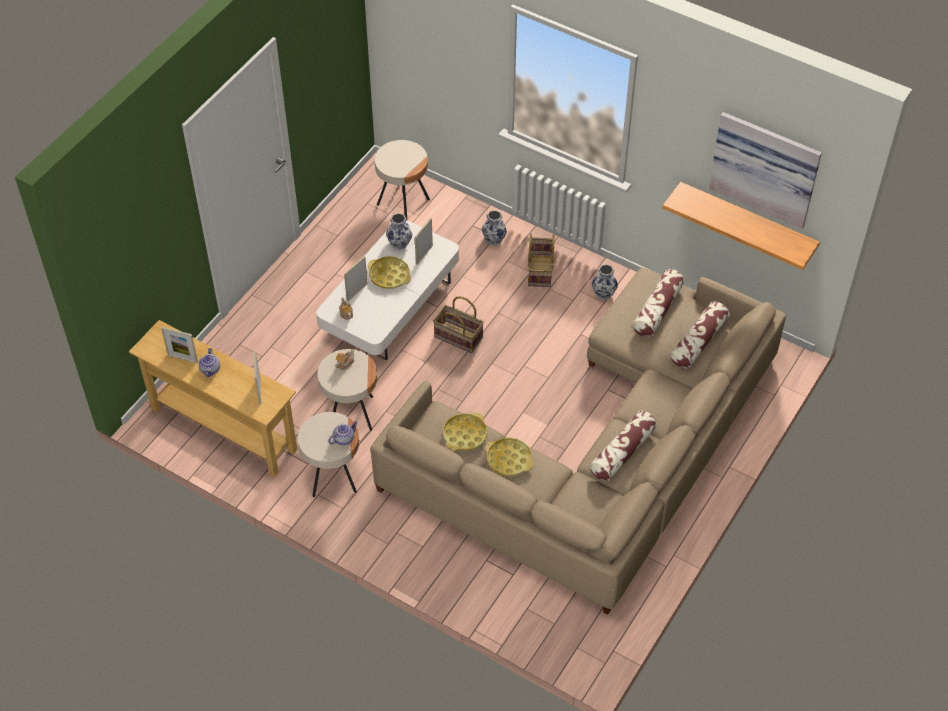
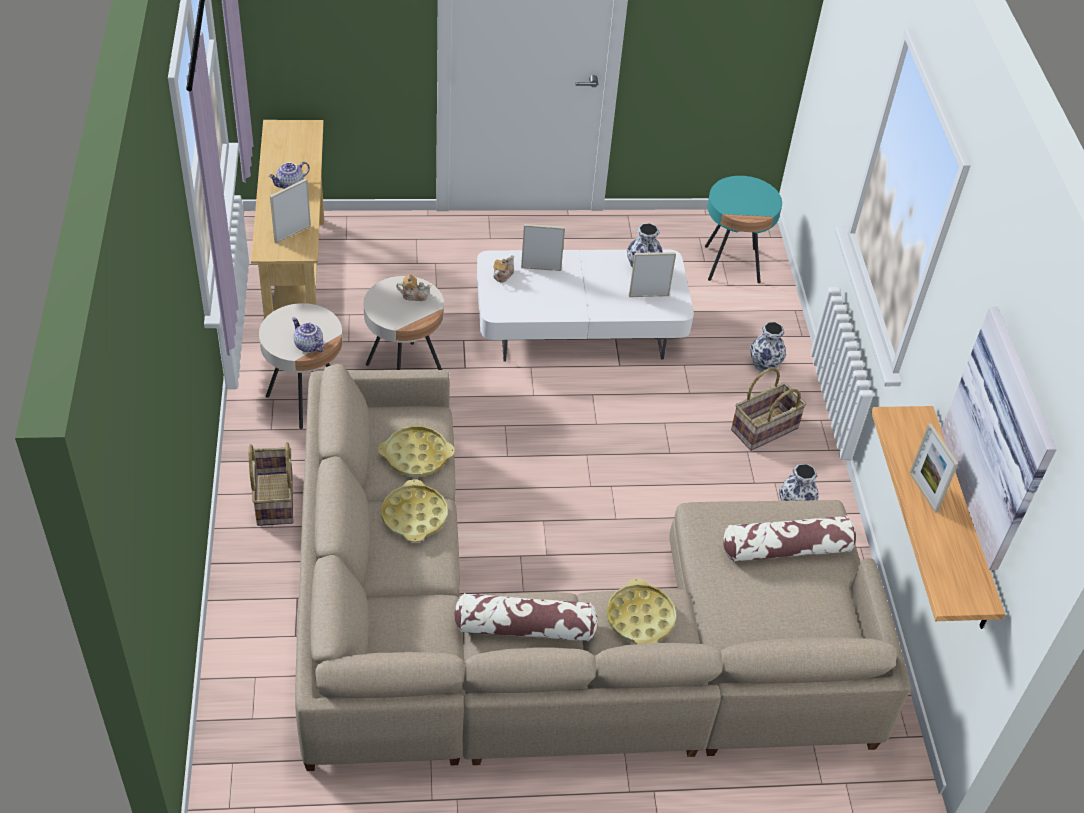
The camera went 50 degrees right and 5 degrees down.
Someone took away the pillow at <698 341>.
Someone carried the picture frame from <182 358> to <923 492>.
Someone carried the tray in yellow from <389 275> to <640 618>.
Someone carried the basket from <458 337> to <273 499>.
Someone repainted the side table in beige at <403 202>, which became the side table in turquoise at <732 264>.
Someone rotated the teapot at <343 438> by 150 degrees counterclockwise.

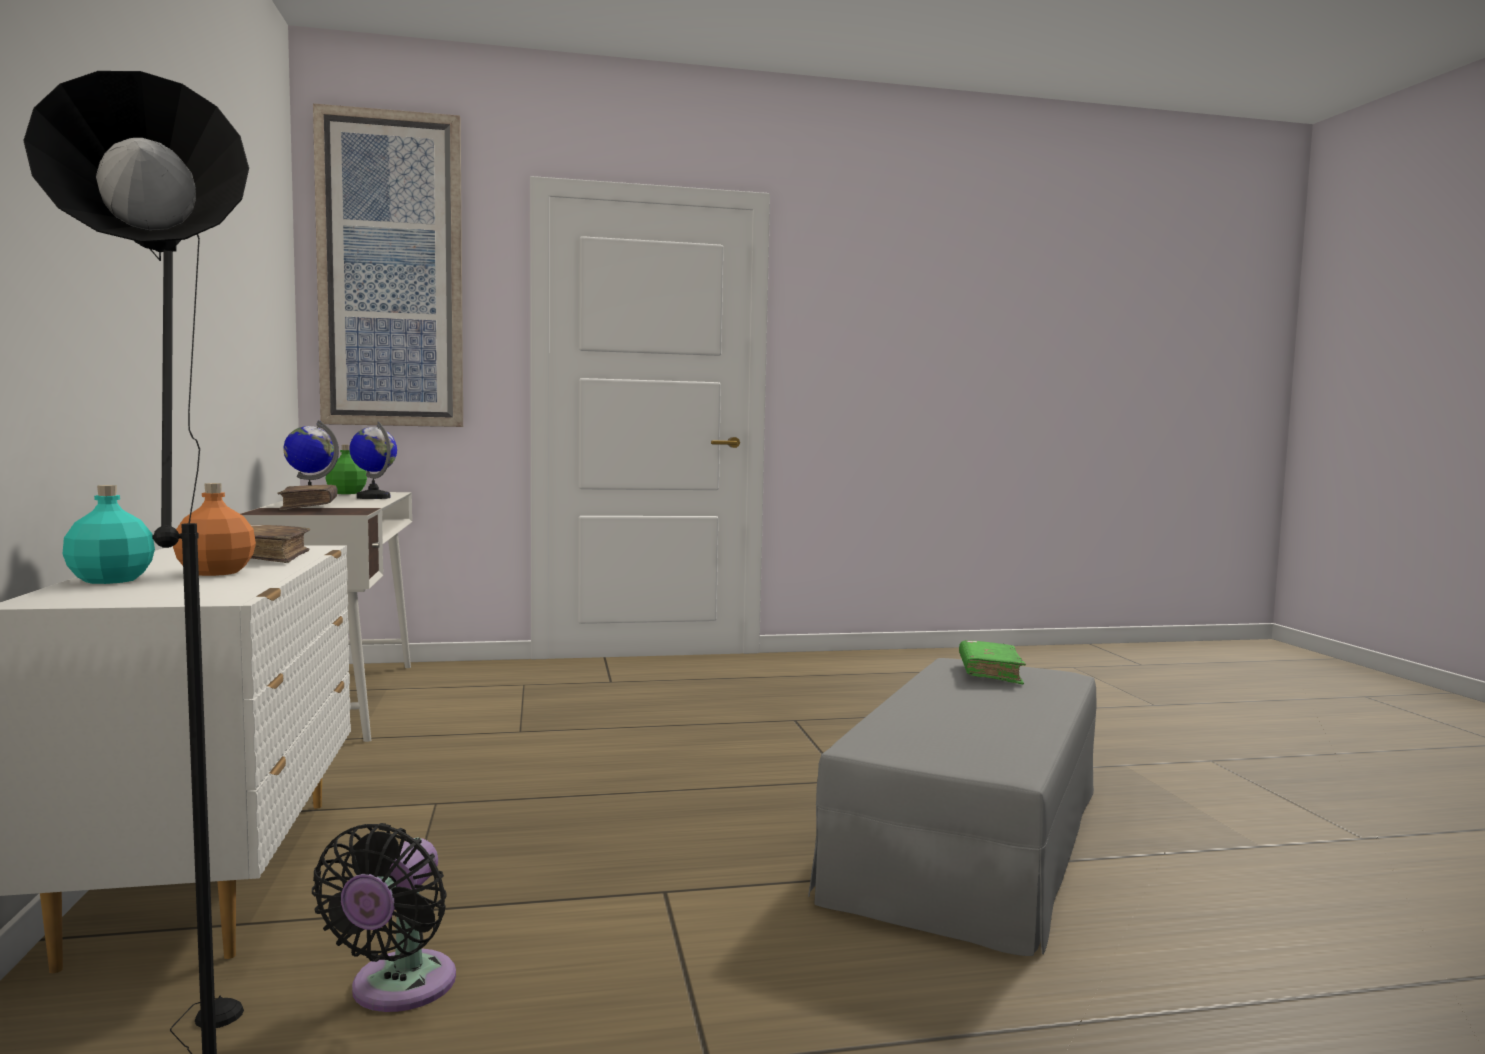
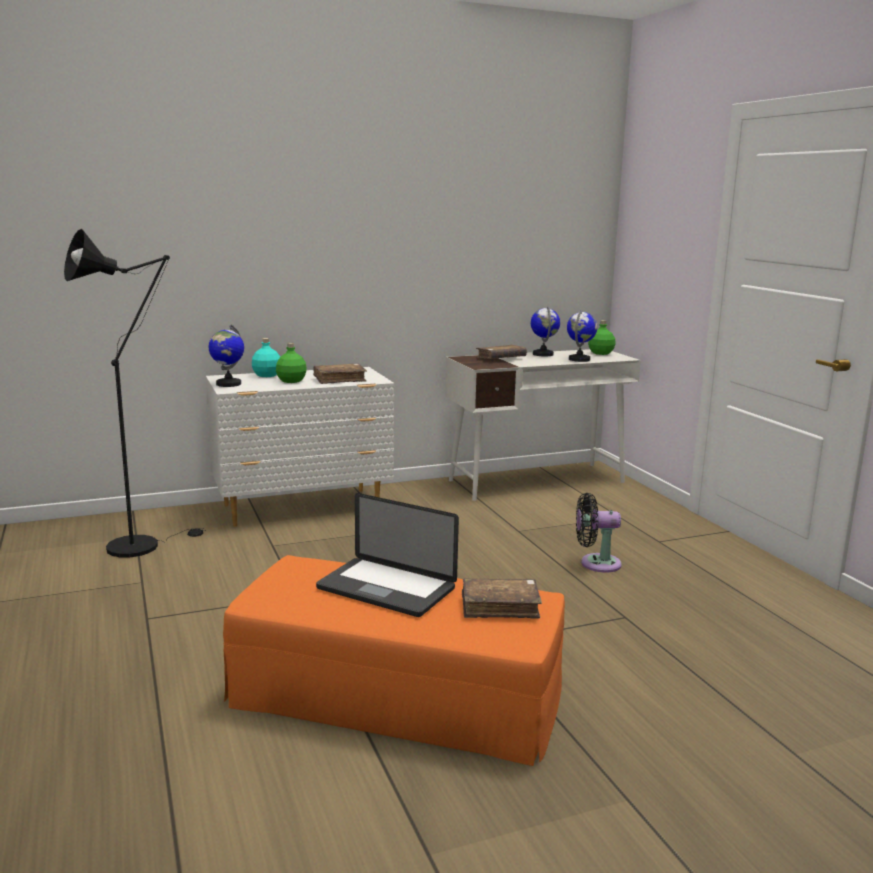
The camera went 80 degrees right and 10 degrees up.
Someone took away the picture at <391 271>.
Someone put down the globe at <228 384>.
Someone put down the laptop at <386 589>.
Someone carried the fan in black from <397 989> to <596 563>.
Someone repainted the bottle in orange at <215 572>, which became the bottle in green at <291 381>.
Someone repainted the ottoman in grey at <970 837>, which became the ottoman in orange at <398 692>.
Someone repainted the book in green at <990 673>, which became the book in brown at <500 607>.

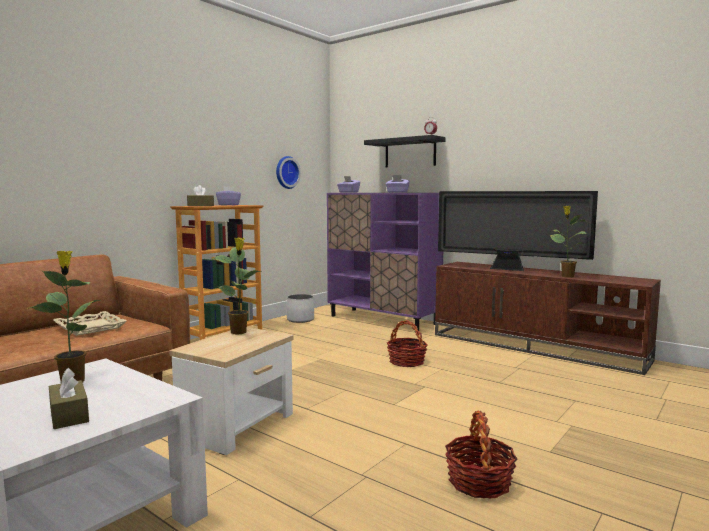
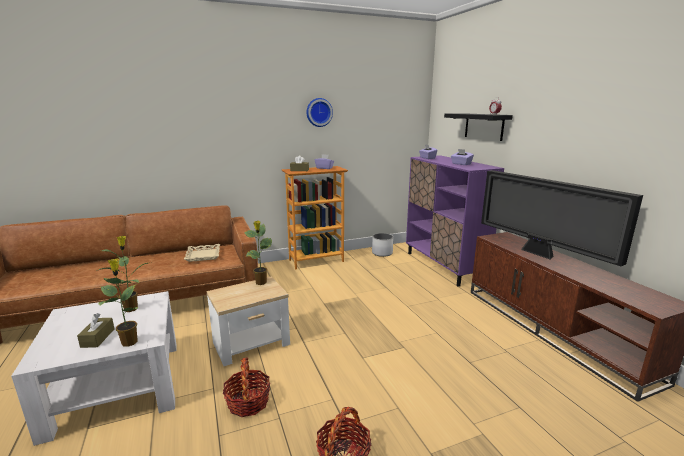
The camera went 30 degrees right and 10 degrees up.
Someone carried the wall clock from <286 172> to <319 112>.
Someone carried the basket from <406 362> to <248 402>.
Someone carried the potted plant from <566 276> to <129 341>.

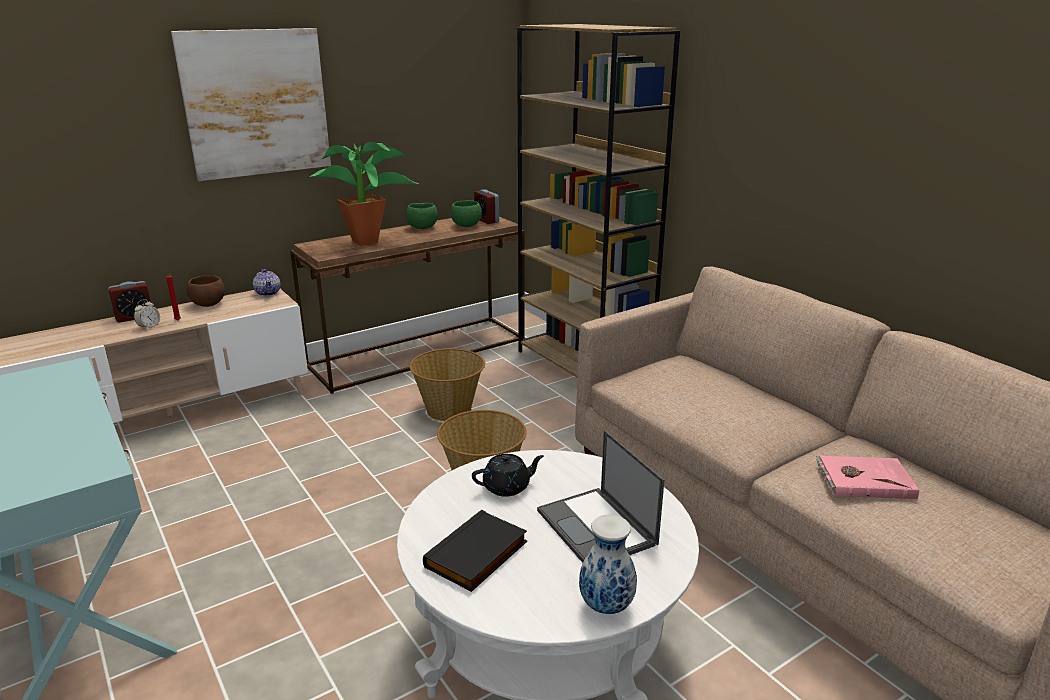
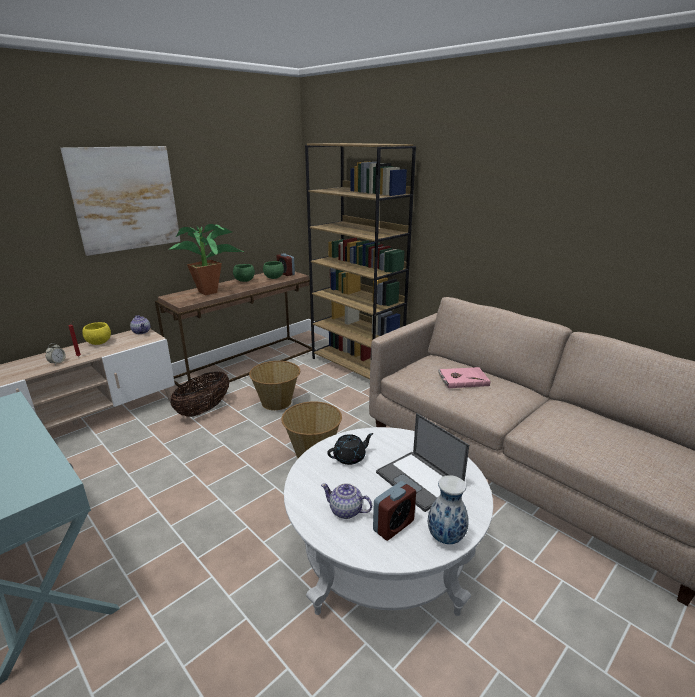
The camera went 10 degrees left and 0 degrees up.
Someone put down the basket at <204 410>.
Someone carried the alarm clock from <134 317> to <393 526>.
Someone carried the book in pink from <864 480> to <463 379>.
Someone swapped the book in black at <478 555> for the teapot at <346 511>.
Someone repainted the bowl in brown at <209 304>, which became the bowl in yellow at <99 343>.

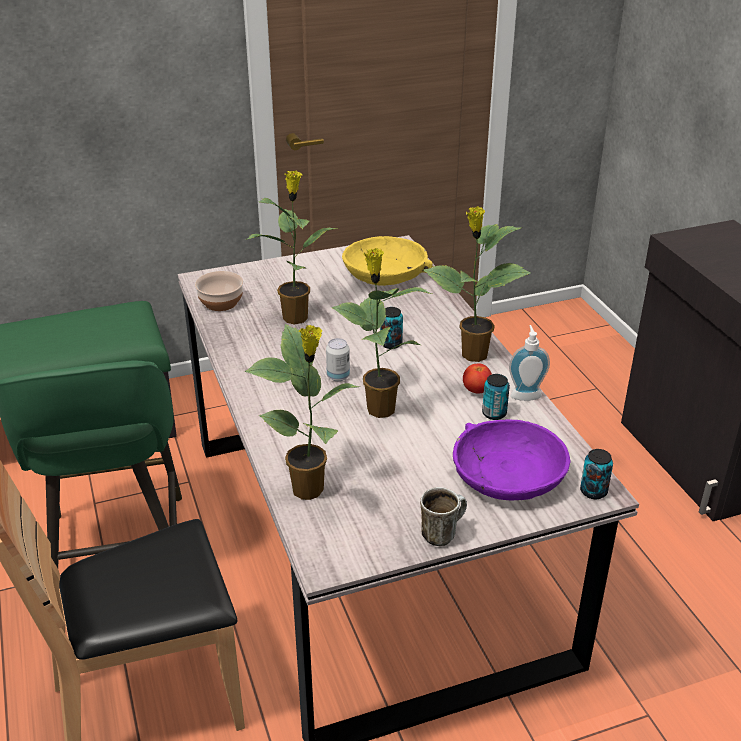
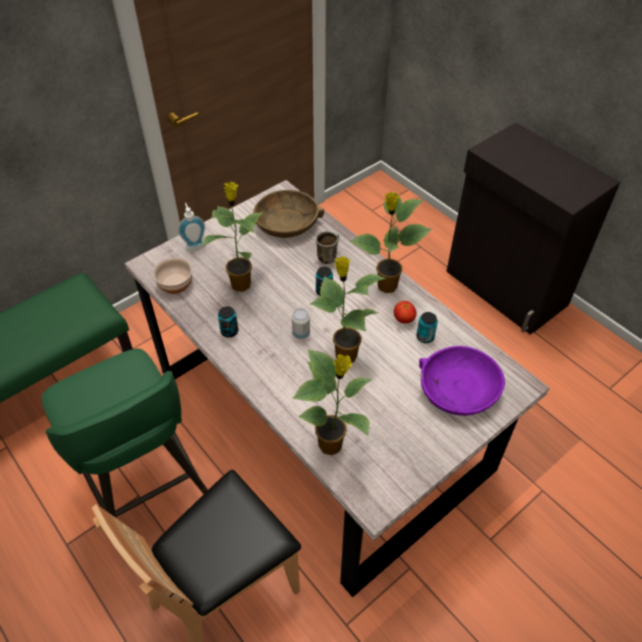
The camera went 20 degrees left and 15 degrees up.
Someone carried the mug from <442 533> to <328 256>.
Someone carried the soap dispenser from <525 394> to <194 245>.
Someone carried the can from <593 491> to <229 331>.
Someone repainted the bowl in yellow at <385 273>, which became the bowl in brown at <287 222>.

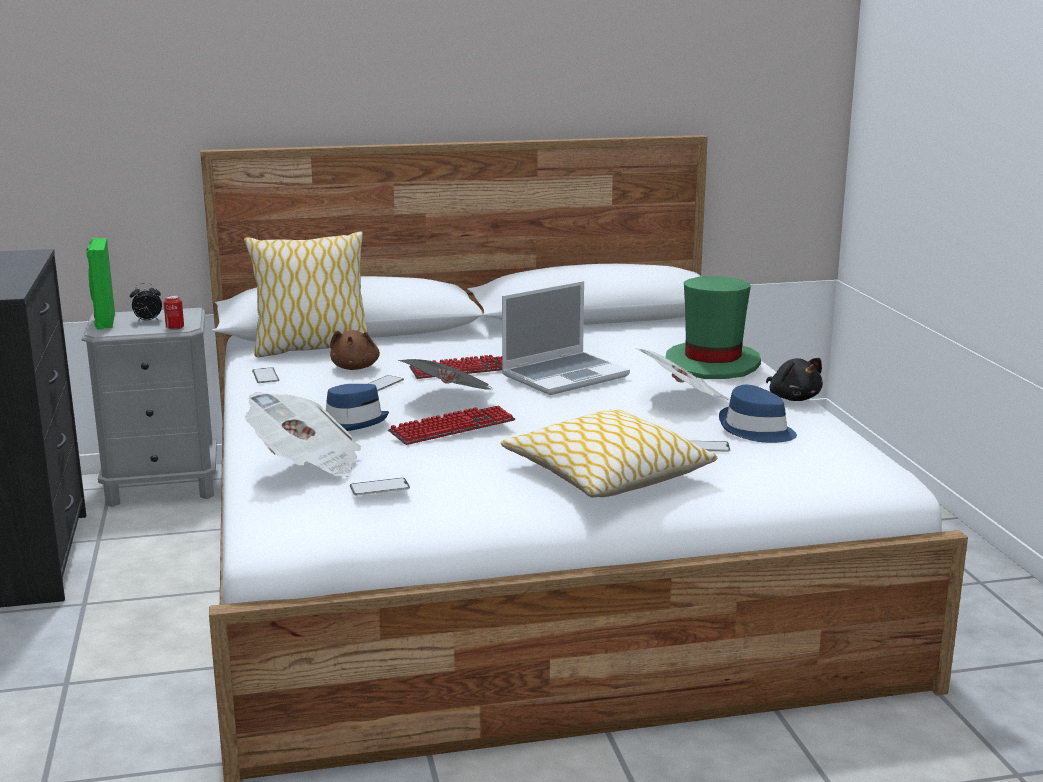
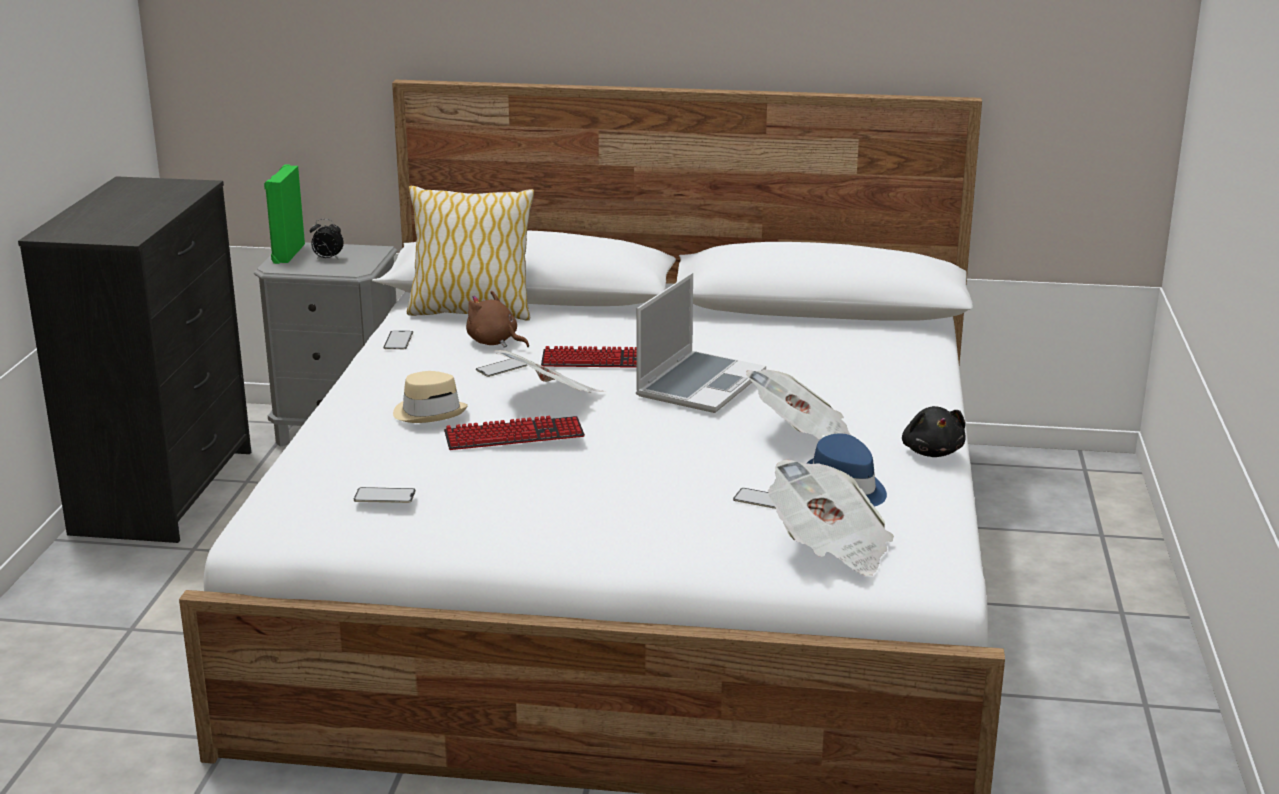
The camera went 20 degrees right and 5 degrees up.
Someone took away the can at <175 328>.
Someone took away the pillow at <606 475>.
Someone took away the hat in green at <712 364>.
Someone carried the newspaper from <307 463> to <830 547>.
Someone repainted the hat in blue at <352 422>, which became the hat in beige at <429 412>.
Someone rotated the plush toy in brown at <355 367> by 105 degrees clockwise.
Someone rotated the laptop at <565 375> by 45 degrees counterclockwise.

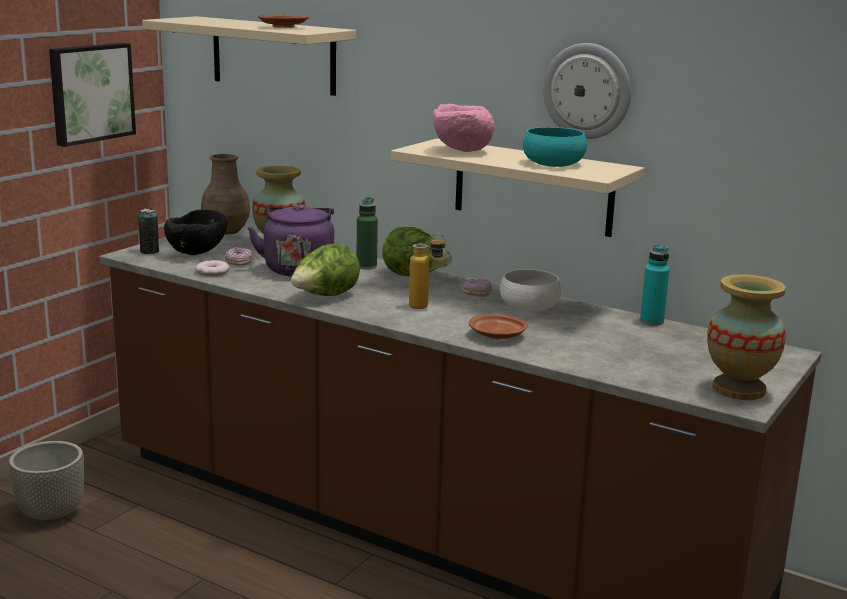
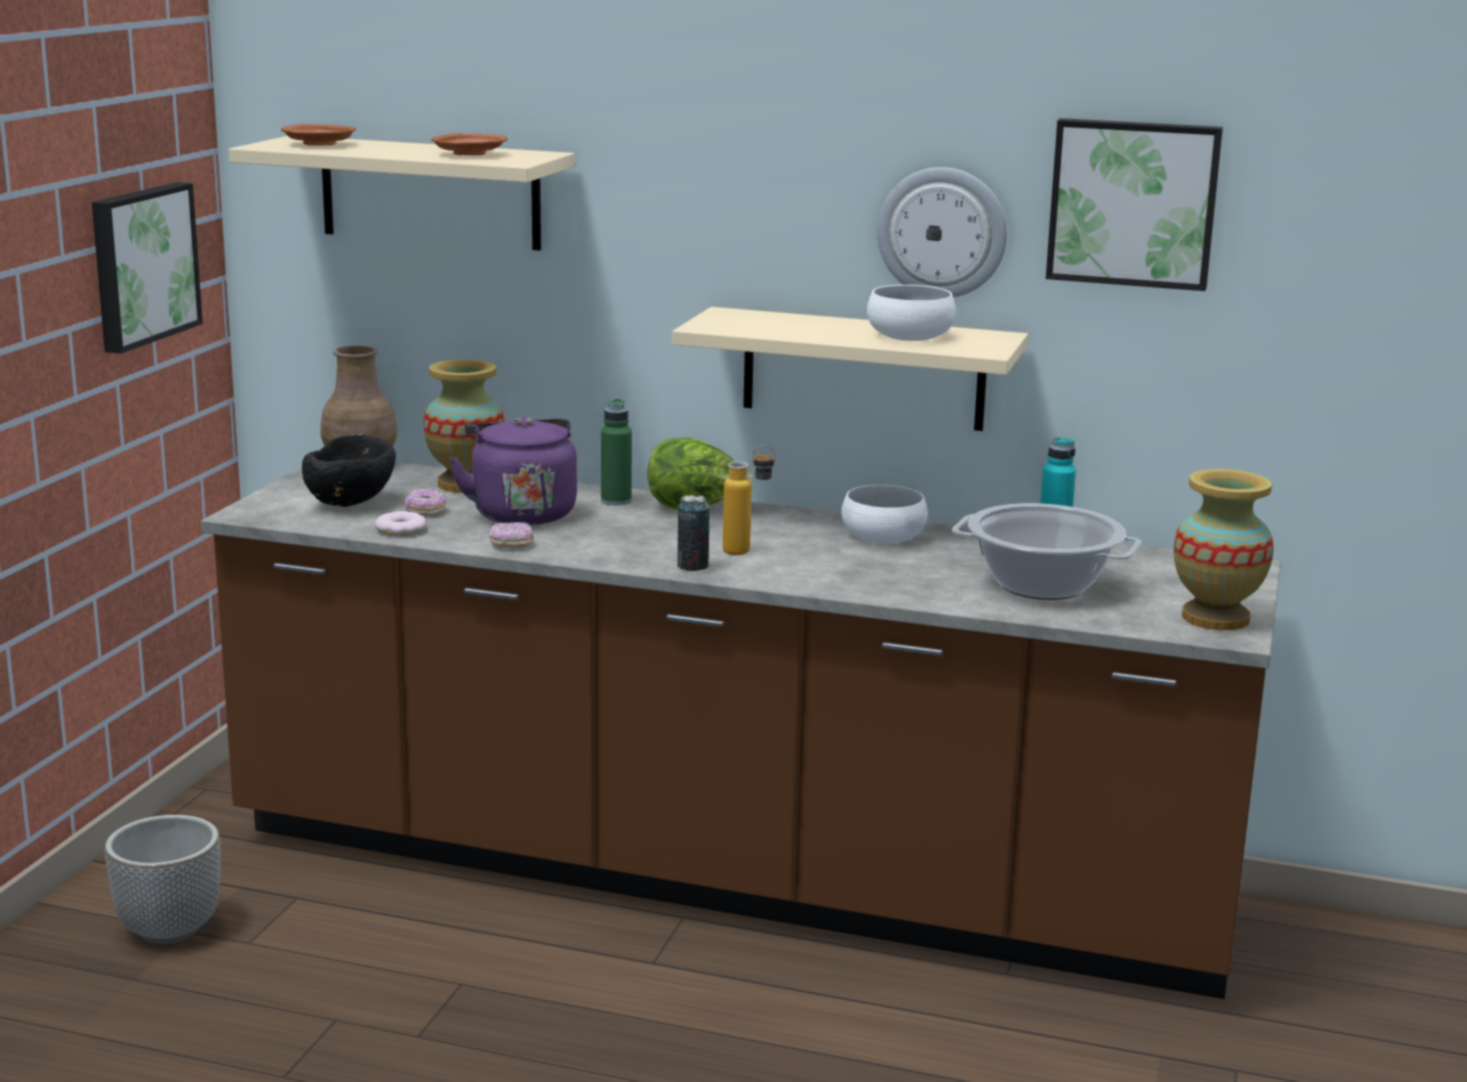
The camera went 15 degrees left and 0 degrees up.
Someone took away the lettuce at <325 297>.
Someone took away the bowl in pink at <462 151>.
Someone put down the cooking pot at <1041 585>.
Someone put up the picture at <1133 203>.
Someone carried the can from <149 252> to <692 566>.
Someone carried the donut from <476 294> to <511 545>.
Someone carried the plate in brown from <497 336> to <319 144>.
Someone repainted the bowl in turquoise at <553 163>, which became the bowl in white at <910 336>.

